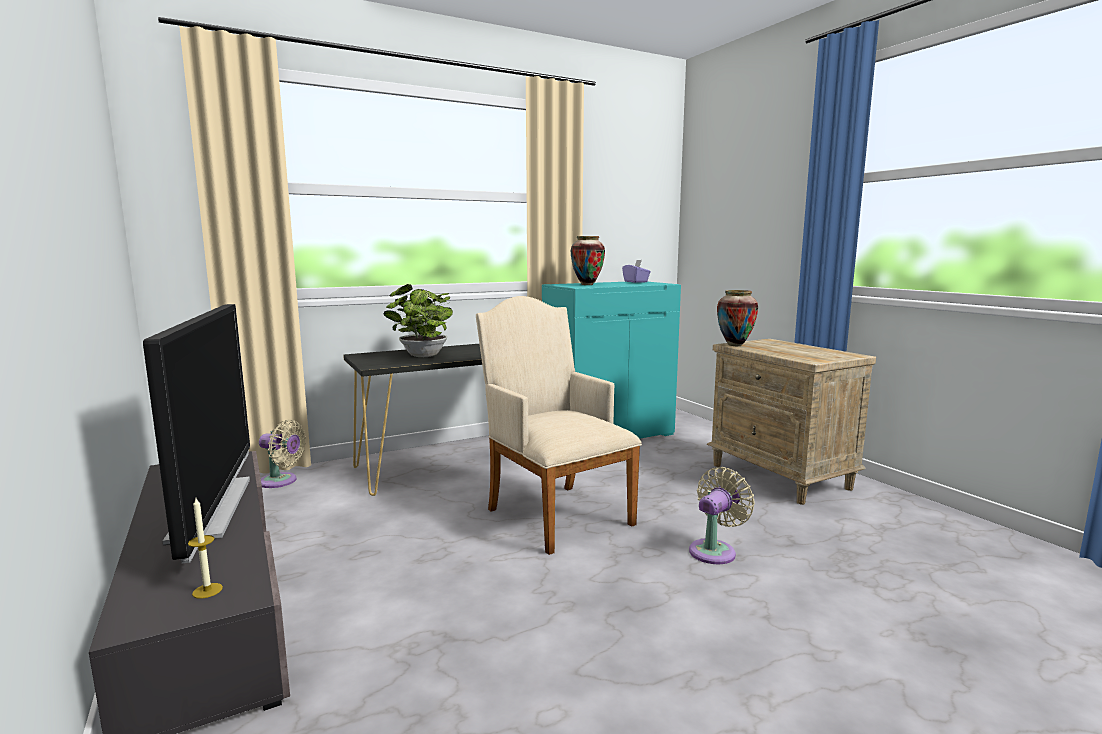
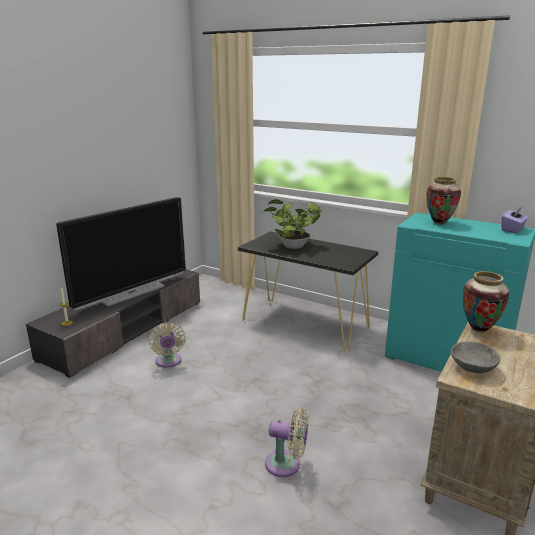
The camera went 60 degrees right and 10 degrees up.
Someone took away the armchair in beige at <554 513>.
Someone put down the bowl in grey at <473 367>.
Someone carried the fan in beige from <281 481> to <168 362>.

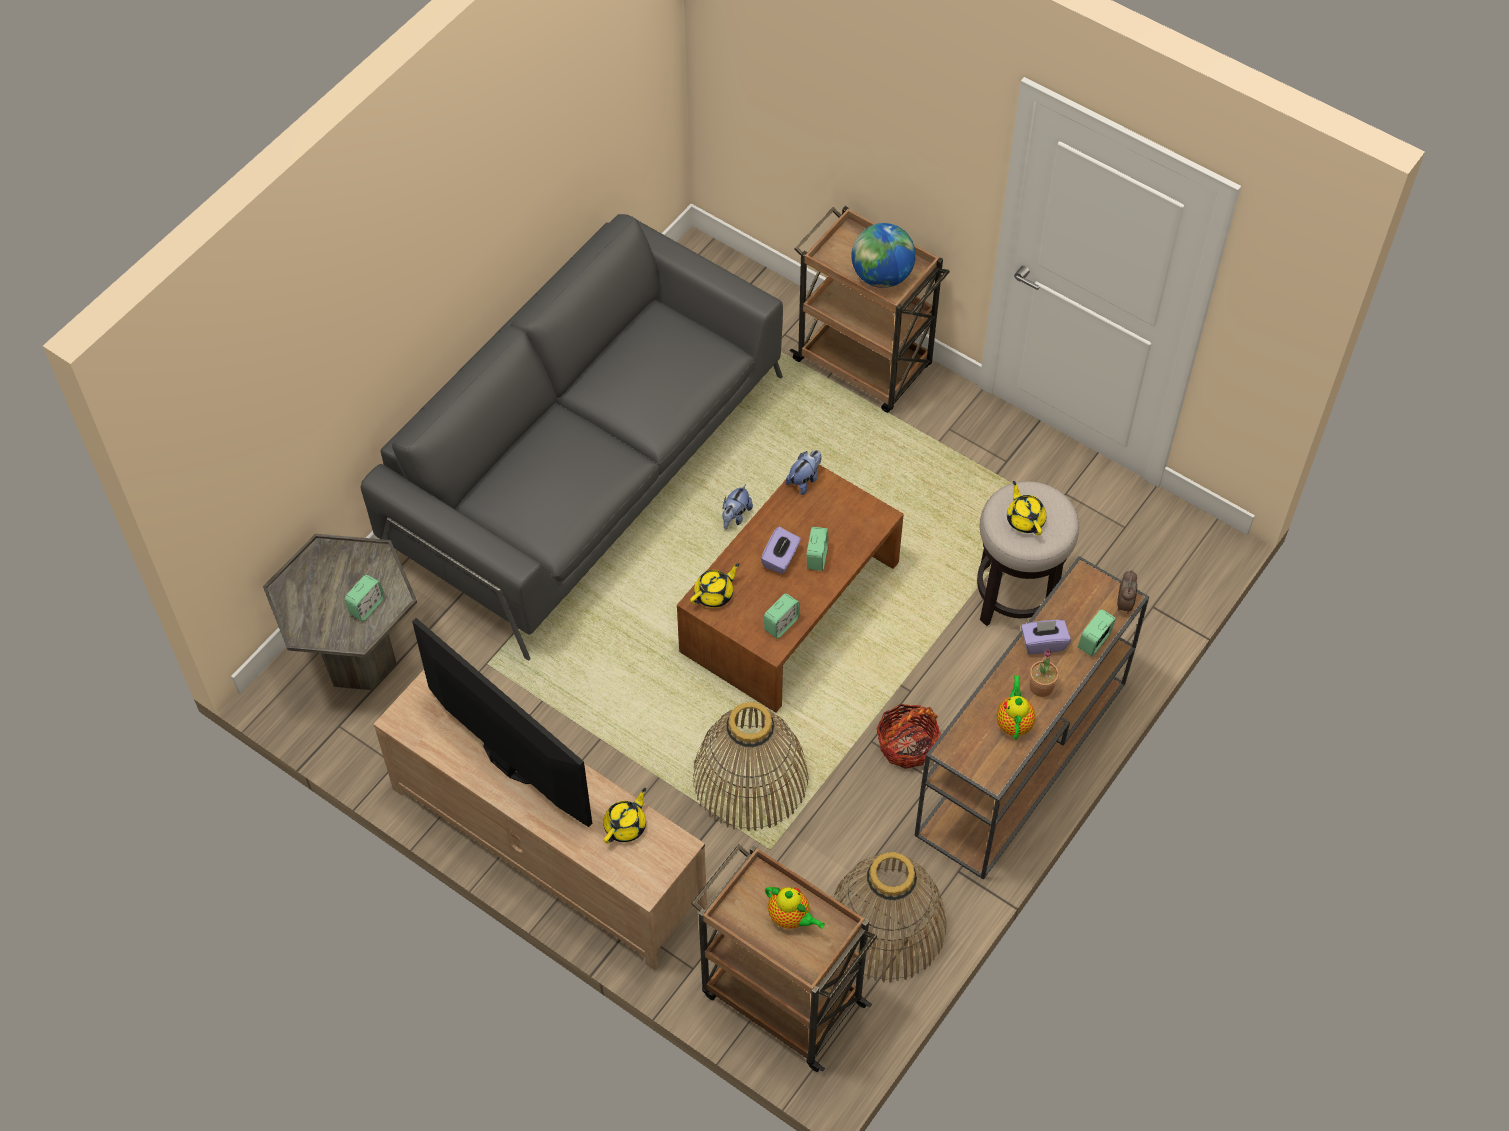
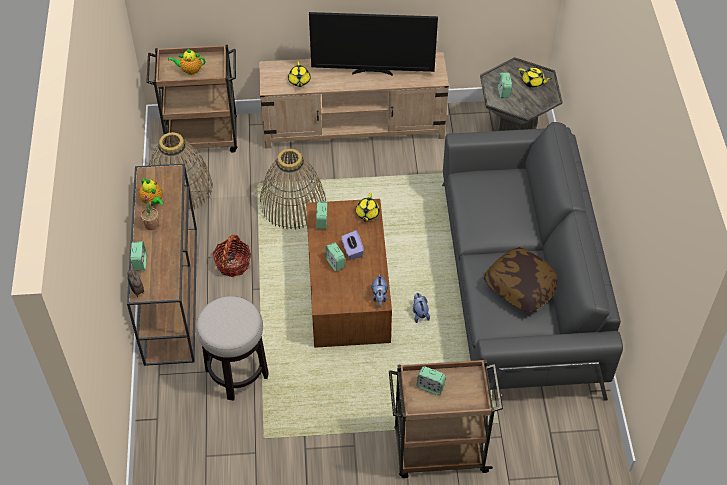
The camera went 140 degrees right and 5 degrees down.
Someone took away the tissue box in purple at <1043 643>.
Someone put down the pillow at <521 287>.
Someone carried the teapot in yellow from <1025 519> to <533 82>.
Someone swapped the globe at <881 276> for the alarm clock at <430 386>.

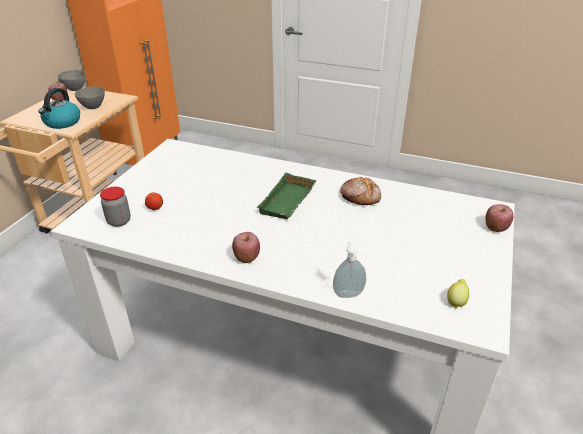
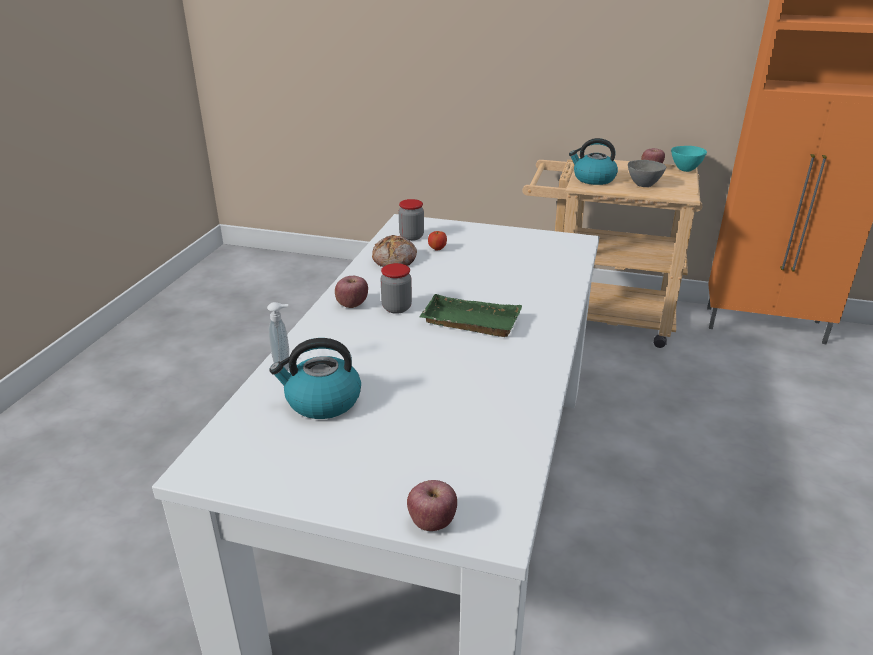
The camera went 85 degrees right and 5 degrees down.
Someone took away the lemon at <456 302>.
Someone put down the kettle at <322 401>.
Someone put down the jar at <396 308>.
Someone carried the bread from <360 197> to <395 260>.
Someone repainted the bowl in grey at <74 89>, which became the bowl in turquoise at <685 169>.

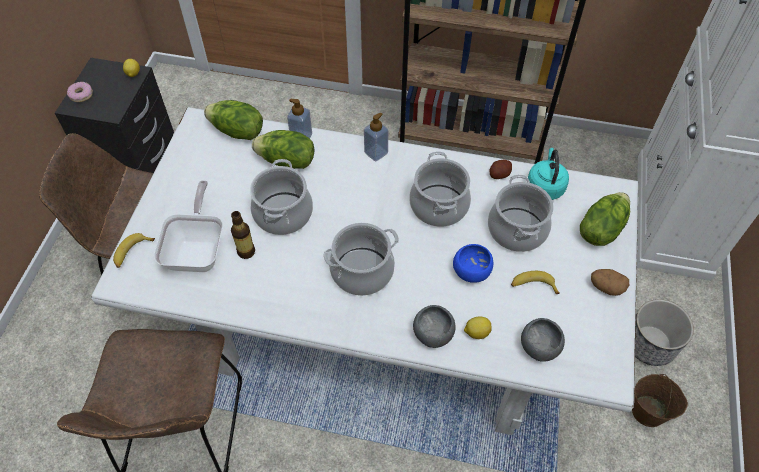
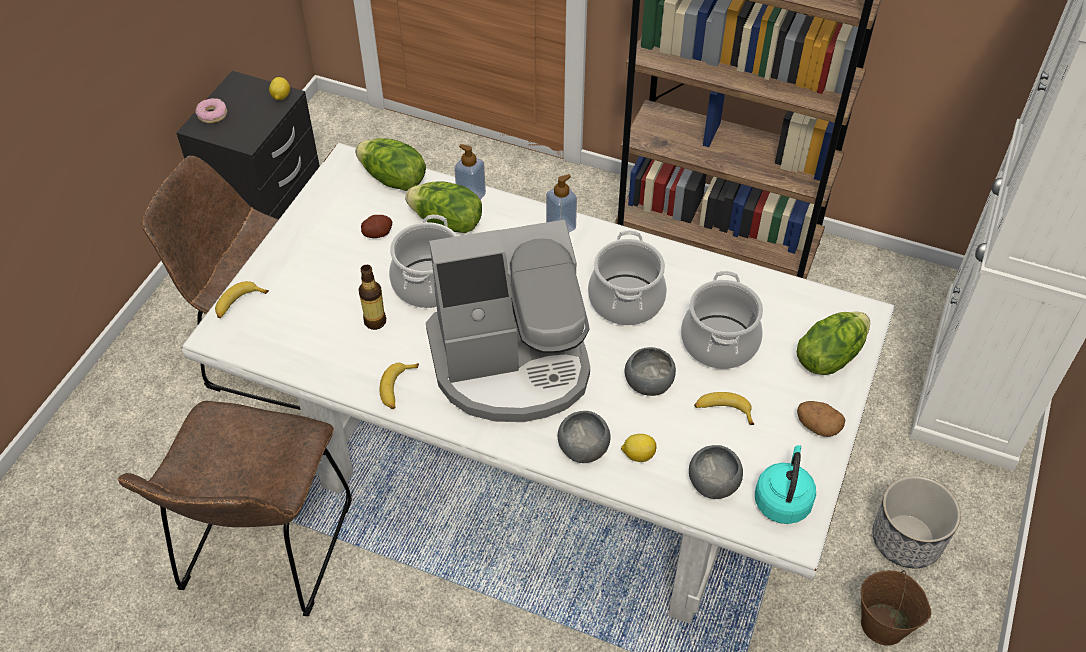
The camera went 10 degrees right and 5 degrees down.
Someone took away the frying pan at <198 250>.
Someone put down the banana at <397 389>.
Someone carried the potato from <499 174> to <377 233>.
Someone carried the kettle in turquoise from <545 186> to <782 500>.
Someone swapped the cooking pot at <362 271> for the coffee machine at <512 363>.
Someone repainted the bowl in blue at <472 272>, which became the bowl in grey at <649 384>.

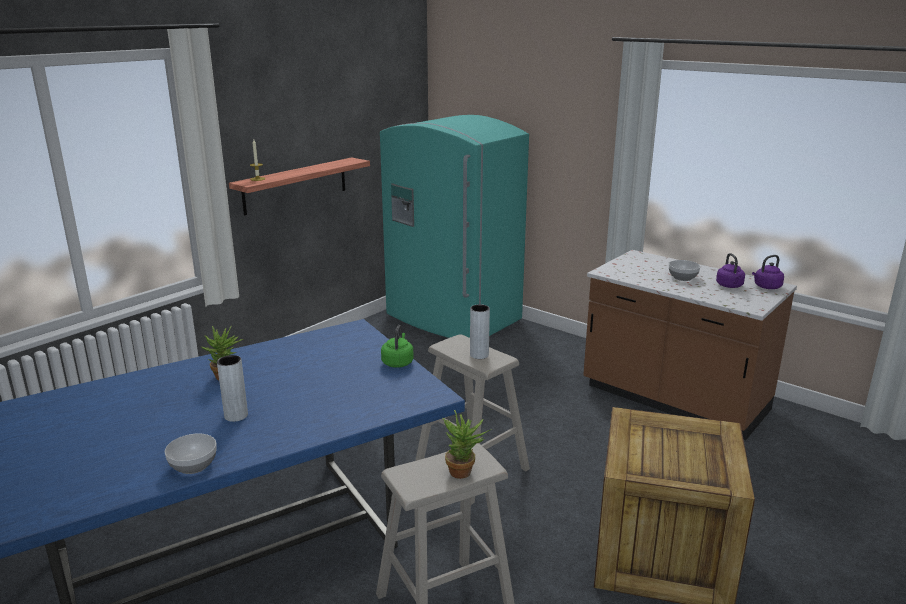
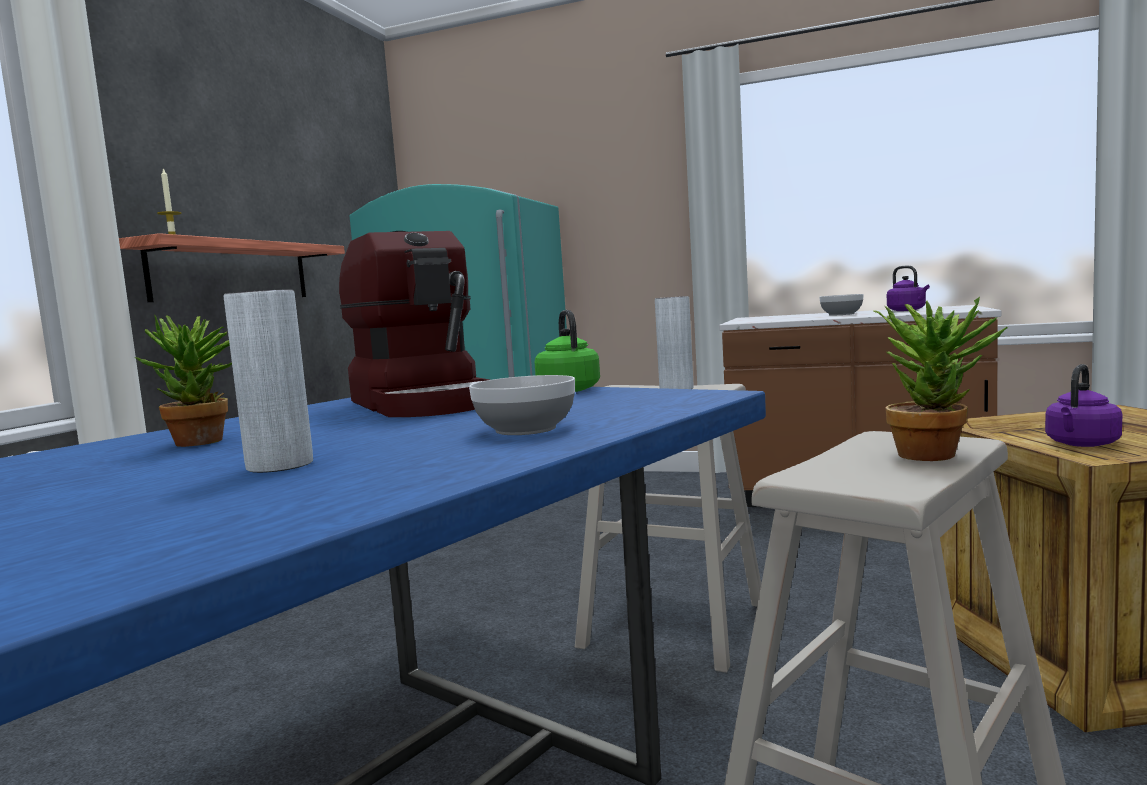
The camera went 20 degrees left and 15 degrees down.
Someone put down the coffee machine at <424 403>.
Someone carried the bowl from <194 465> to <527 429>.
Someone carried the kettle in purple from <766 287> to <1081 444>.

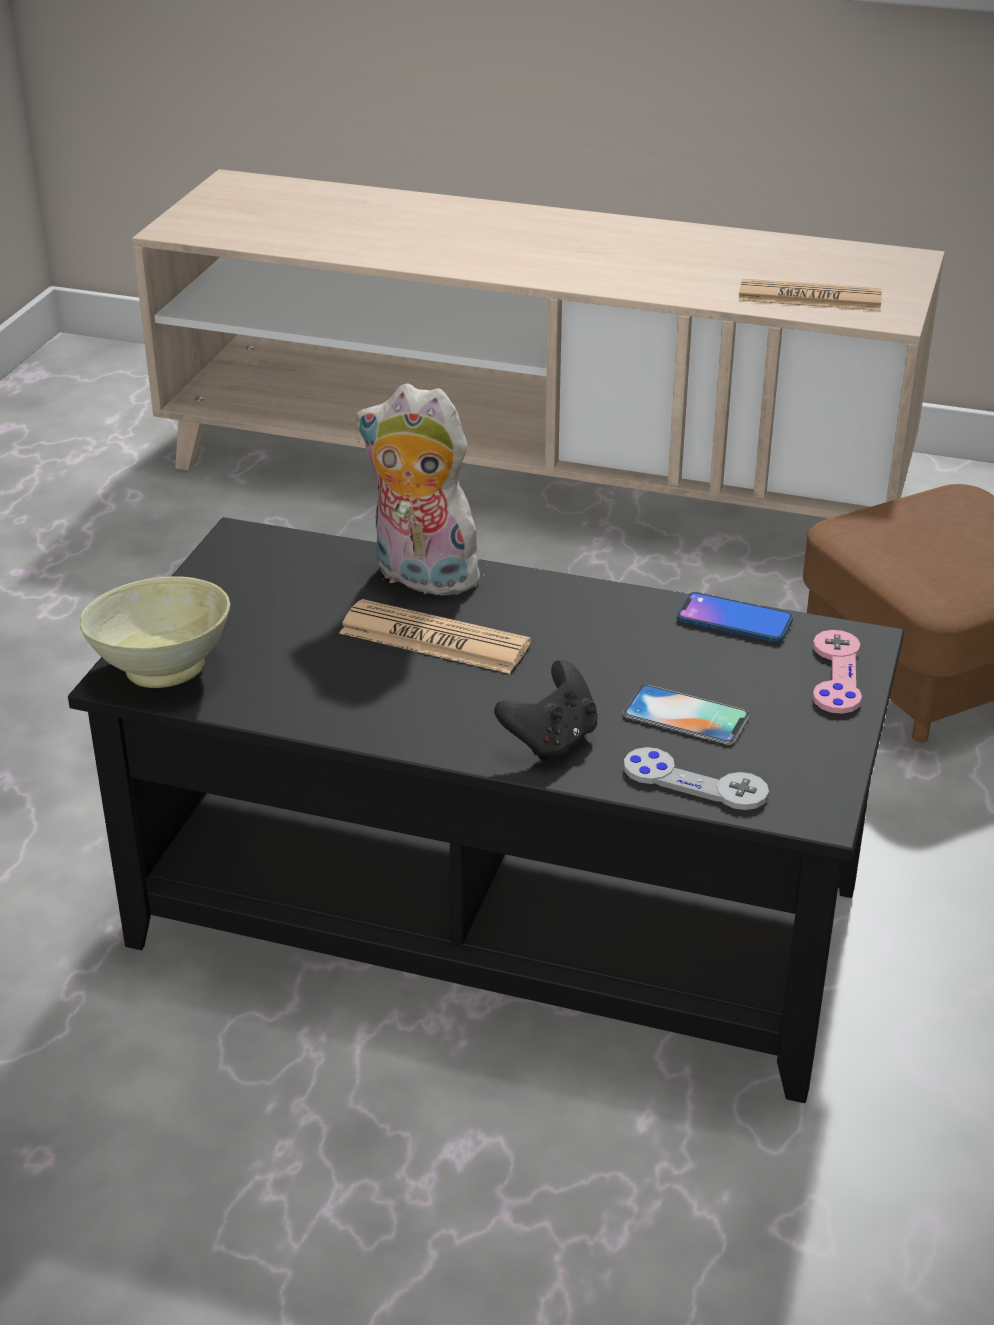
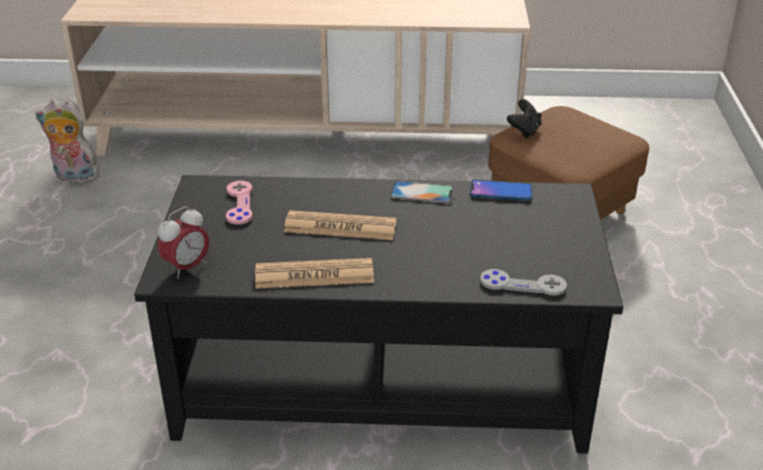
The camera went 15 degrees left and 0 degrees up.
Someone carried the plush toy from <420 577> to <74 177>.
Someone carried the game controller in black from <551 740> to <524 131>.
Someone carried the phone from <686 715> to <422 193>.
Someone carried the newspaper from <809 298> to <314 275>.
Someone carried the game controller in pink from <836 674> to <239 204>.
Someone swapped the bowl in beige at <164 667> for the alarm clock at <187 267>.

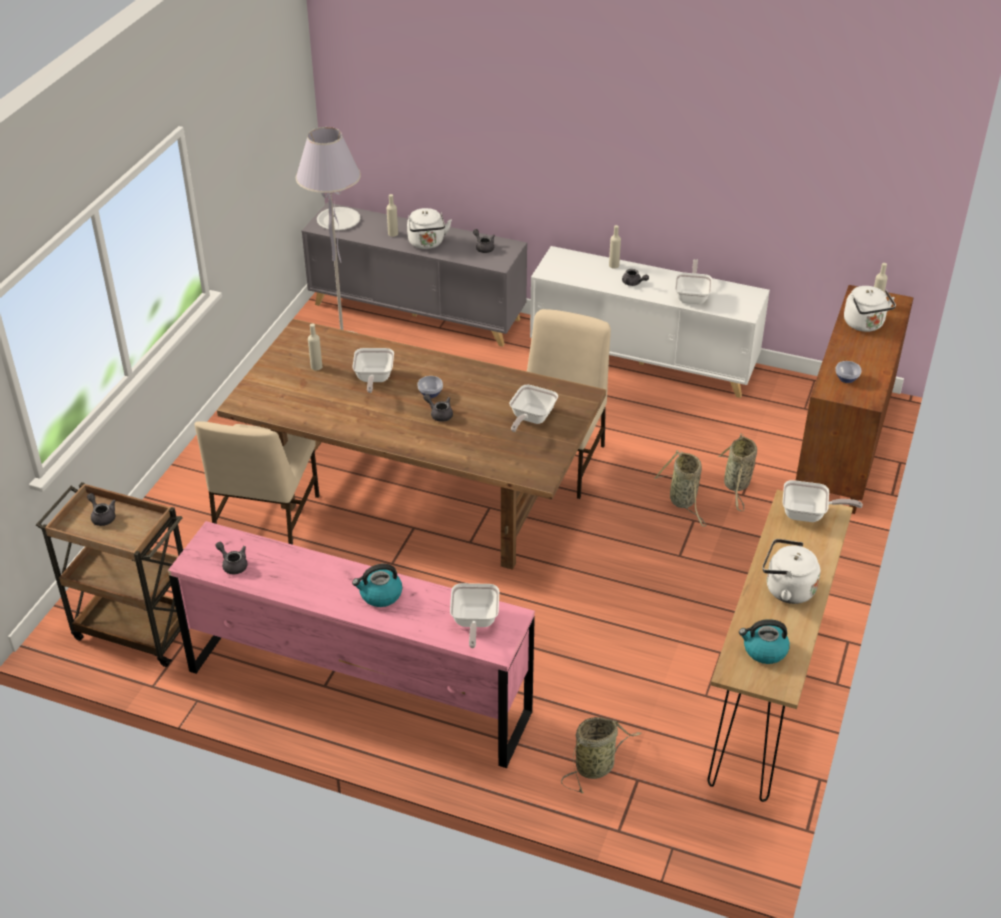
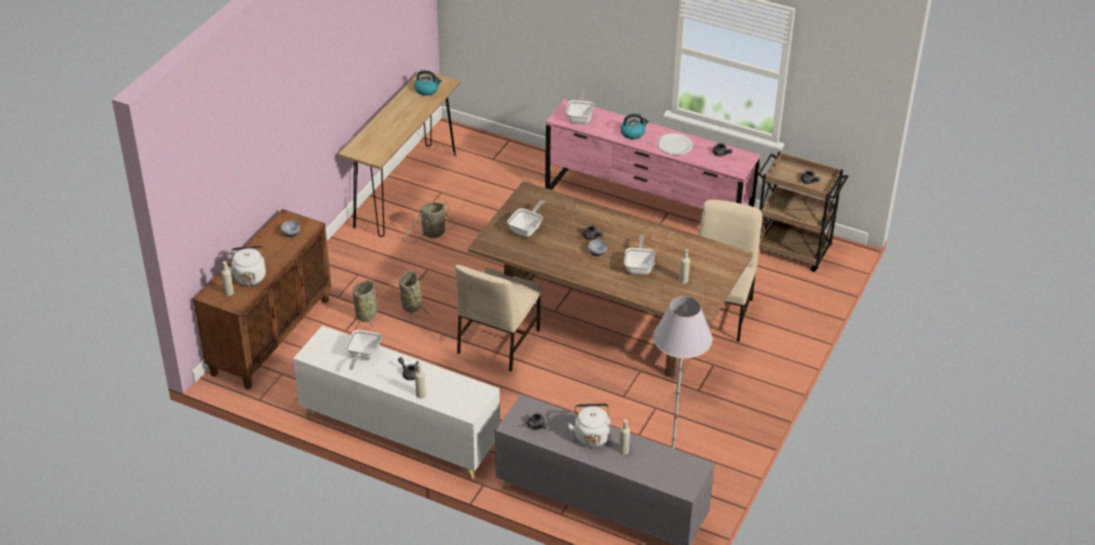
The camera went 175 degrees left and 0 degrees up.
Someone took away the kettle in white at <786 589>.
Someone took away the frying pan at <809 514>.
Someone carried the plate in white from <338 220> to <674 145>.
Someone carried the basket from <596 766> to <432 234>.

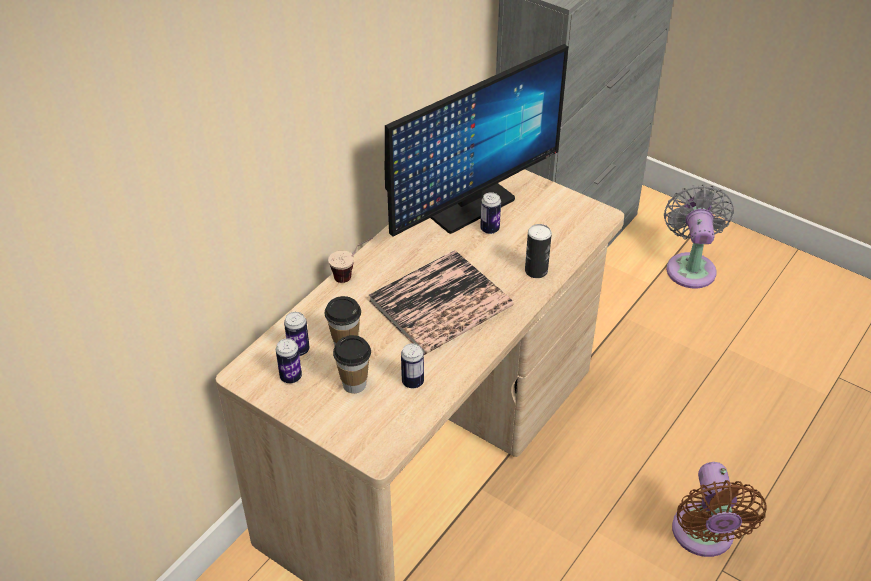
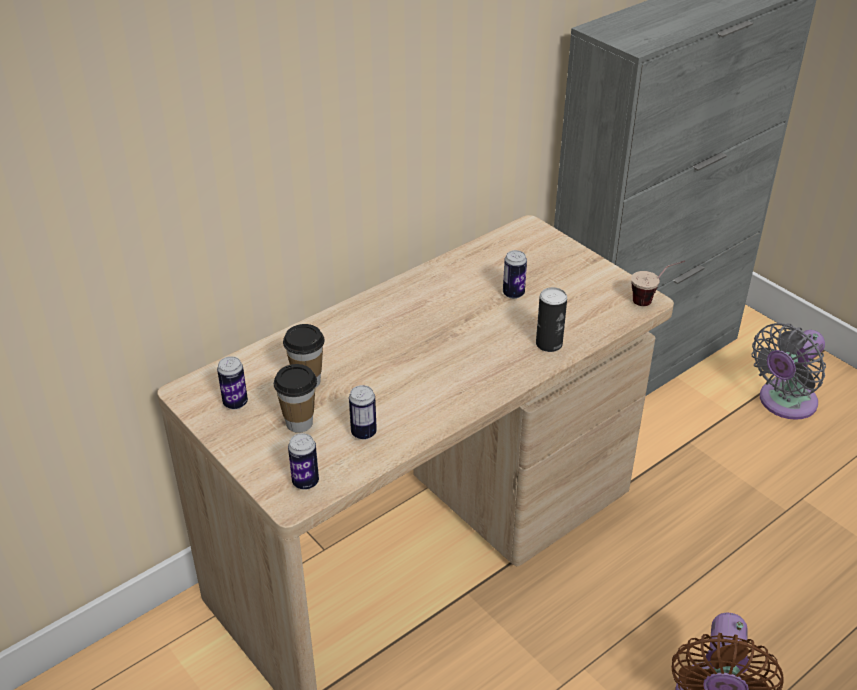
The camera went 15 degrees right and 5 degrees down.
Someone took away the book at <440 303>.
Someone took away the monitor at <468 205>.
Someone carried the can from <298 350> to <305 482>.
Someone carried the cup from <352 274> to <653 300>.
Someone rotated the fan in grey at <690 267> by 150 degrees counterclockwise.

